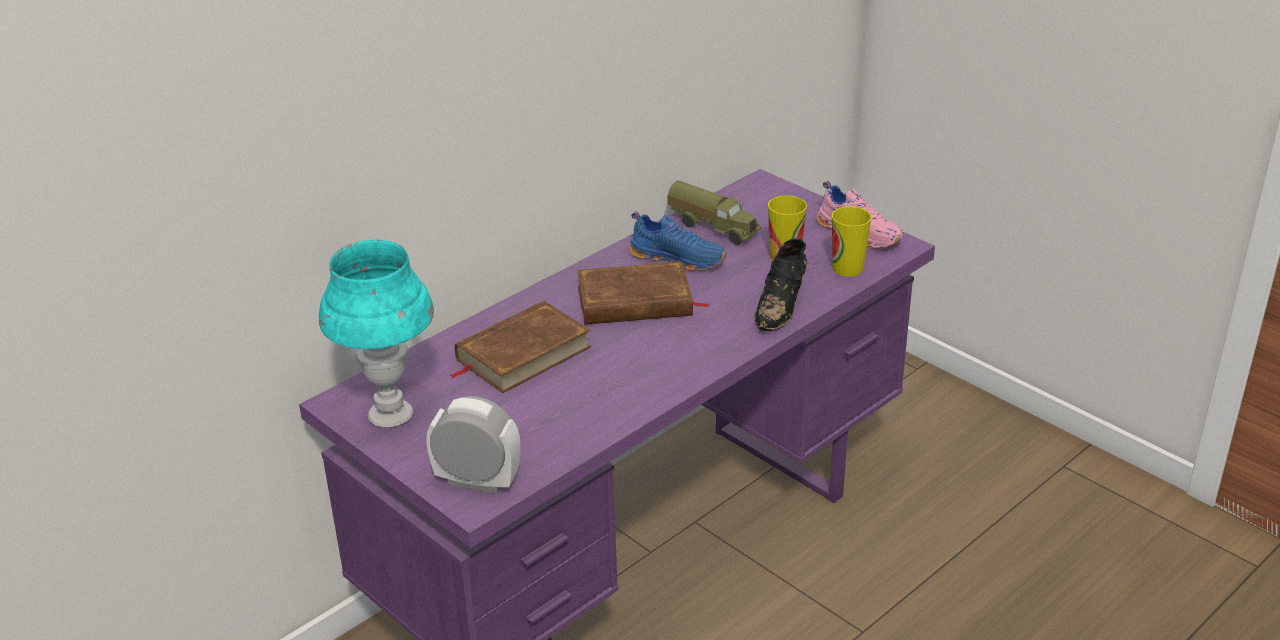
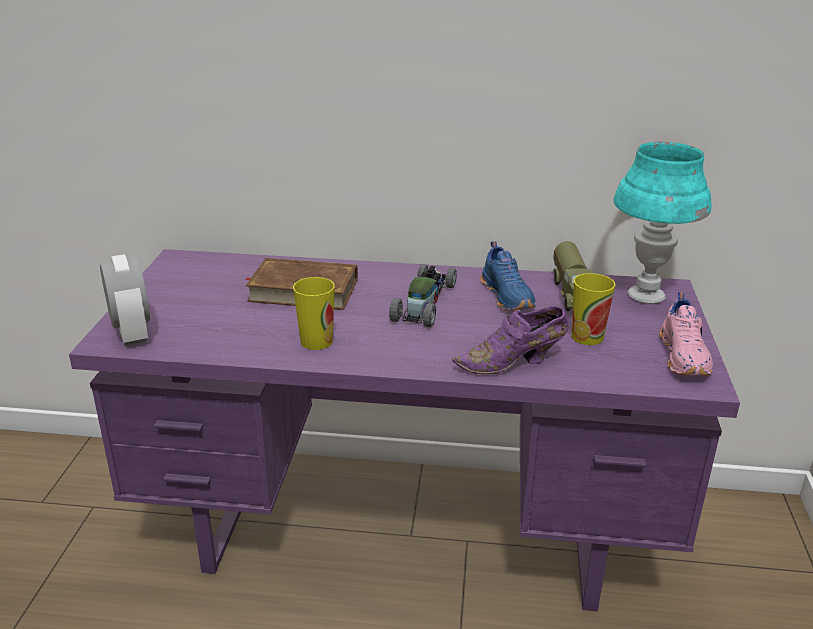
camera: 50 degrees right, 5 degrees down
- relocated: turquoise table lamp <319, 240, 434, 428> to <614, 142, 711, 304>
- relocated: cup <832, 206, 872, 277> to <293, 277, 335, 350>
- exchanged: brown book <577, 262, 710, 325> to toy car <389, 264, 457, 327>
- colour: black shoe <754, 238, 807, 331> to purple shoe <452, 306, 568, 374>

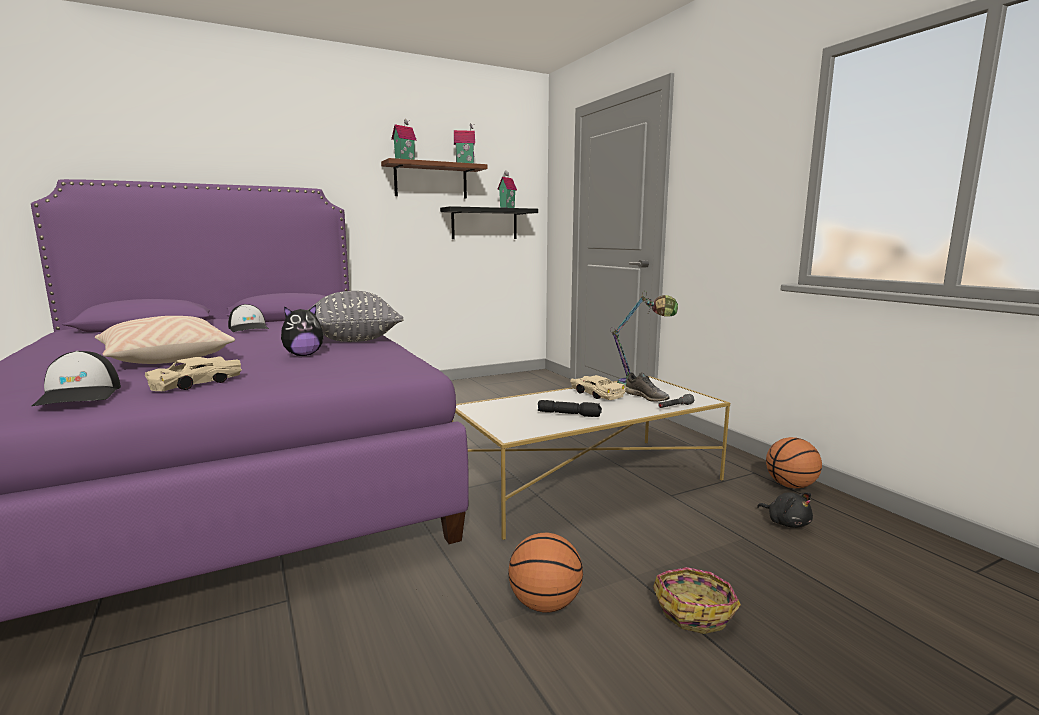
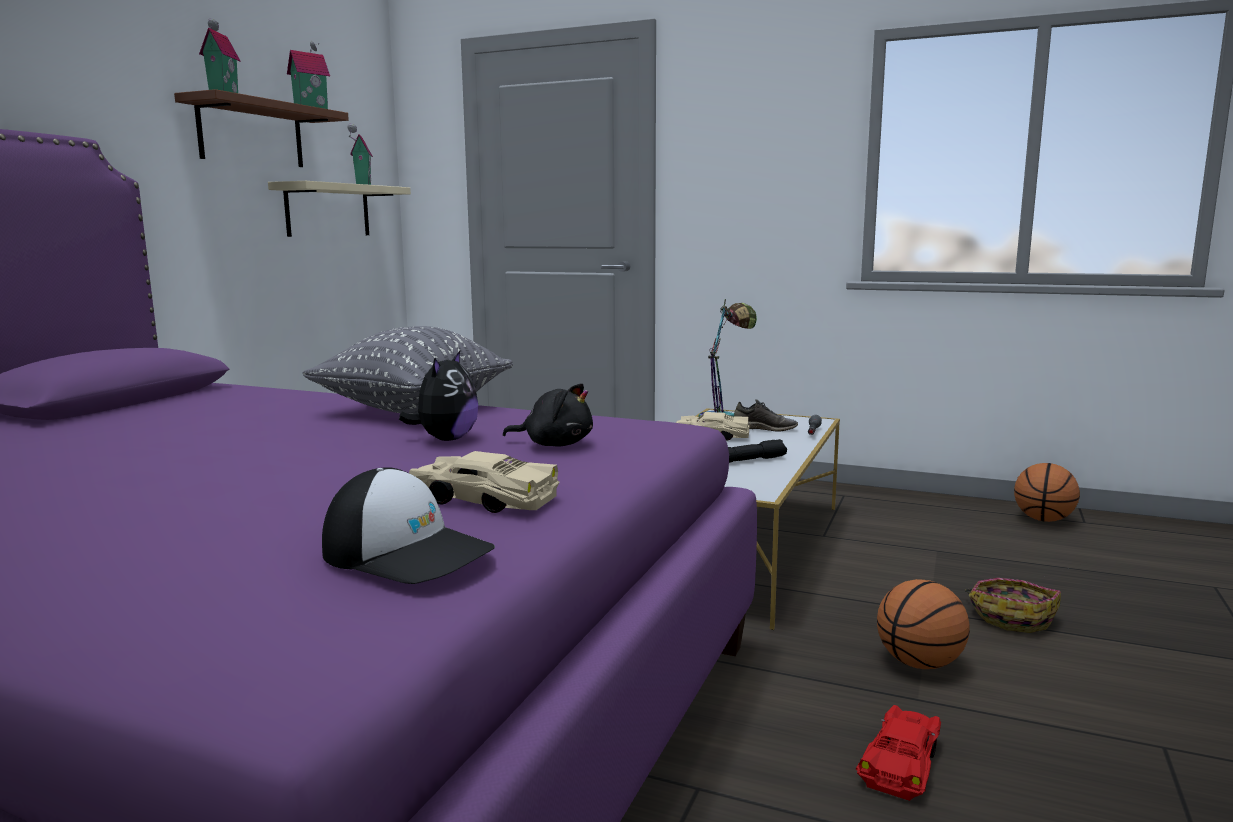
camera: 40 degrees left, 0 degrees up
- missing: beige pillow <95, 316, 235, 364>
- missing: cap <228, 304, 269, 332>
- appeared: red toy car <856, 705, 941, 801>
- relocated: black plush toy <757, 492, 813, 528> to <503, 383, 593, 447>
- relocated: basketball <766, 437, 822, 488> to <1014, 463, 1080, 522>
- colour: black shelf <440, 206, 538, 239> to beige shelf <268, 181, 411, 237>
- spun: beige toy car <145, 356, 242, 391> = <409, 451, 560, 513> 120 degrees clockwise

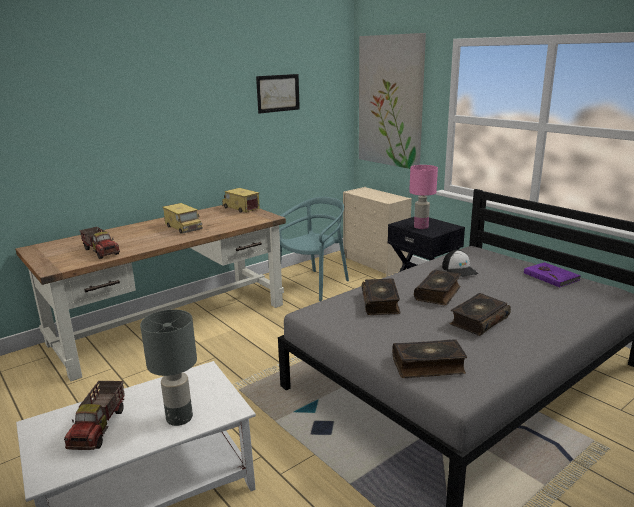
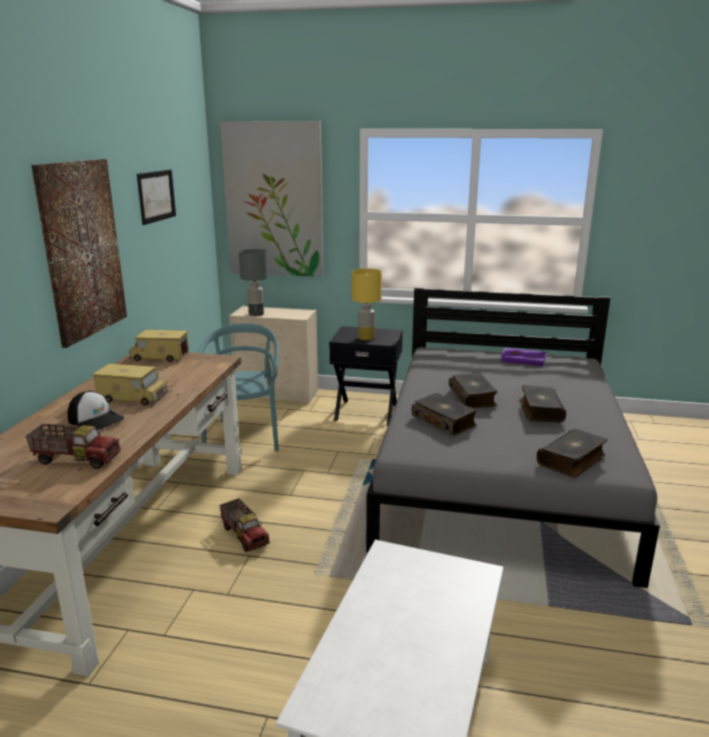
camera: 40 degrees left, 0 degrees up
- appeared: picture <31, 159, 127, 348>
- relocated: toy truck <64, 381, 125, 450> to <219, 498, 270, 552>
- relocated: grey table lamp <140, 309, 197, 426> to <239, 249, 268, 316>
- relocated: cap <442, 250, 479, 277> to <68, 391, 125, 430>
- colour: pink table lamp <409, 165, 438, 229> to yellow table lamp <352, 269, 382, 340>

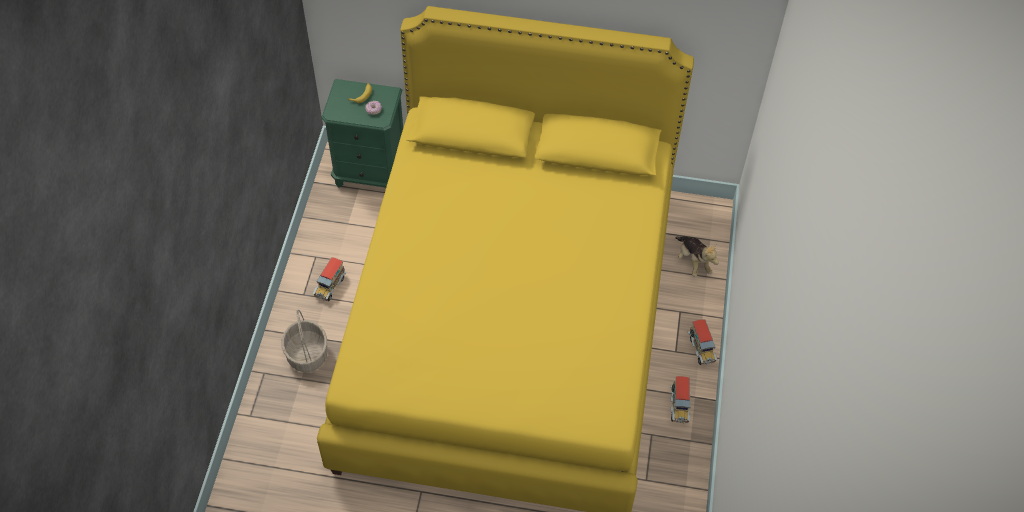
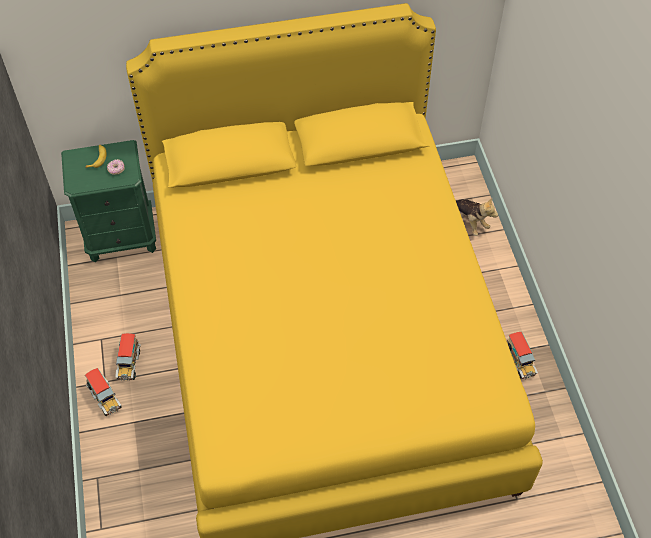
camera: 20 degrees left, 0 degrees up
- missing: basket <282, 310, 327, 372>
- relocated: toy truck <688, 320, 717, 365> to <85, 368, 122, 416>

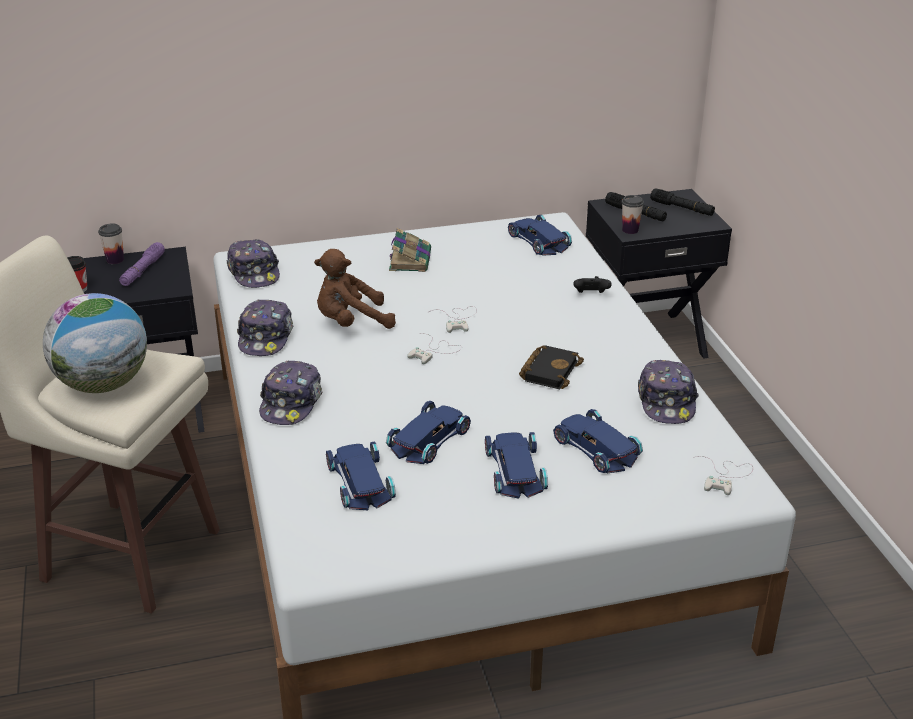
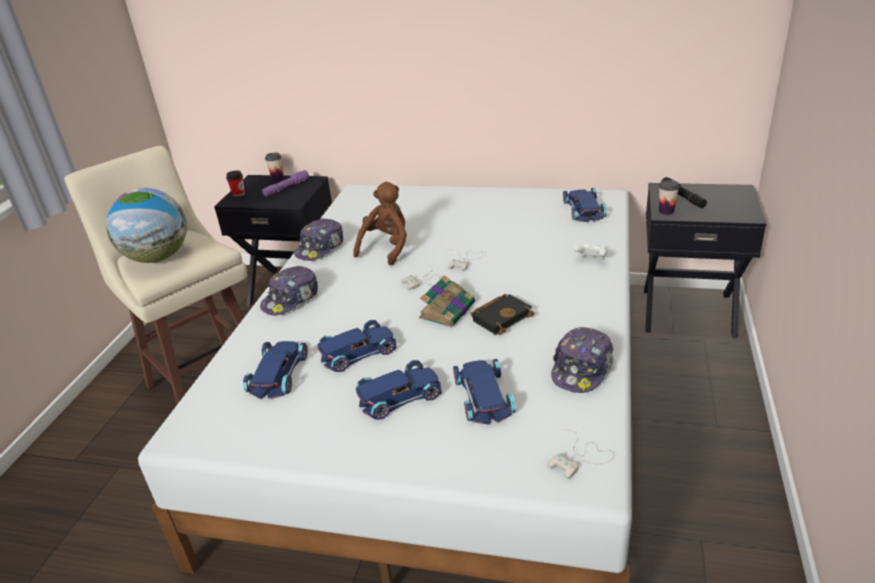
camera: 30 degrees right, 0 degrees up
- missing: cap <227, 239, 280, 288>
- missing: black flashlight <650, 189, 715, 216>
- relocated: book <389, 228, 431, 272> to <419, 275, 475, 327>
- colour: black game controller <573, 276, 612, 293> to white game controller <573, 244, 607, 260>
- spun: brown plush toy <314, 249, 396, 329> = <353, 182, 407, 266> 105 degrees clockwise
- spun: blue toy car <485, 432, 548, 499> = <356, 360, 442, 420> 45 degrees clockwise

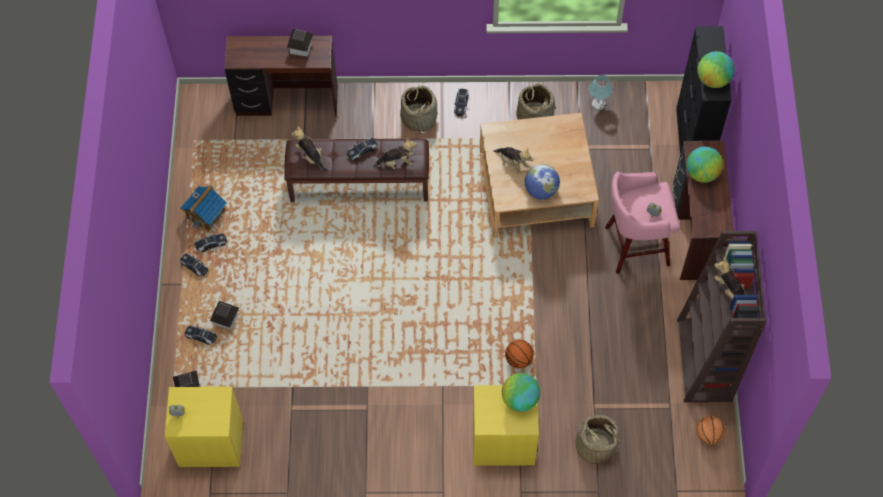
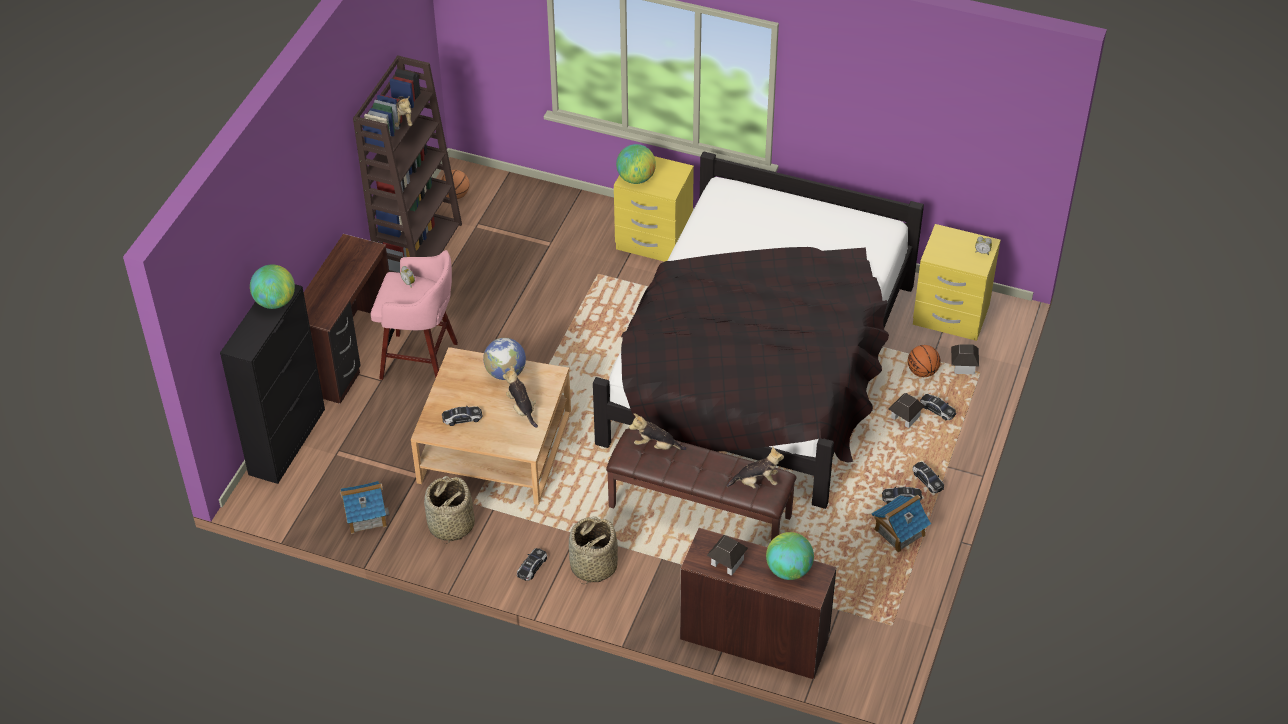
camera: 160 degrees left, 15 degrees down
- missing: basket <568, 415, 621, 464>
- appeared: black bed <593, 152, 924, 509>
- relocated: toy car <347, 138, 377, 161> to <442, 406, 482, 426>
- relocated: basketball <505, 340, 534, 369> to <908, 345, 940, 377>
- relocated: globe <686, 147, 723, 183> to <766, 532, 814, 580>
- exchanged: table lamp <589, 75, 613, 110> to toy house <340, 481, 390, 534>
- spun: plush toy <291, 126, 327, 171> = <727, 446, 784, 489> 75 degrees counterclockwise

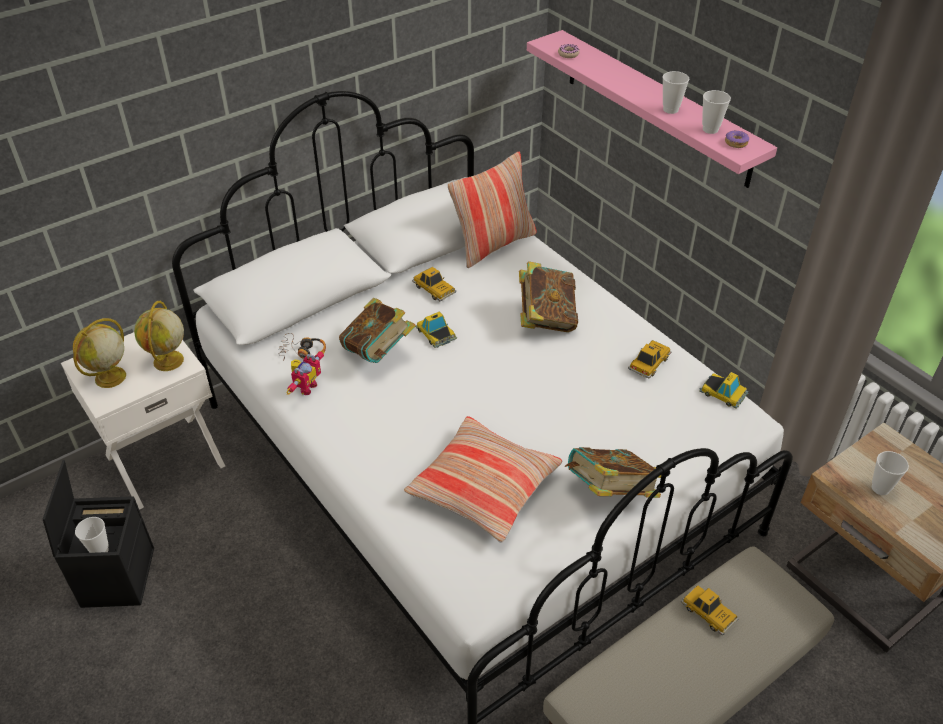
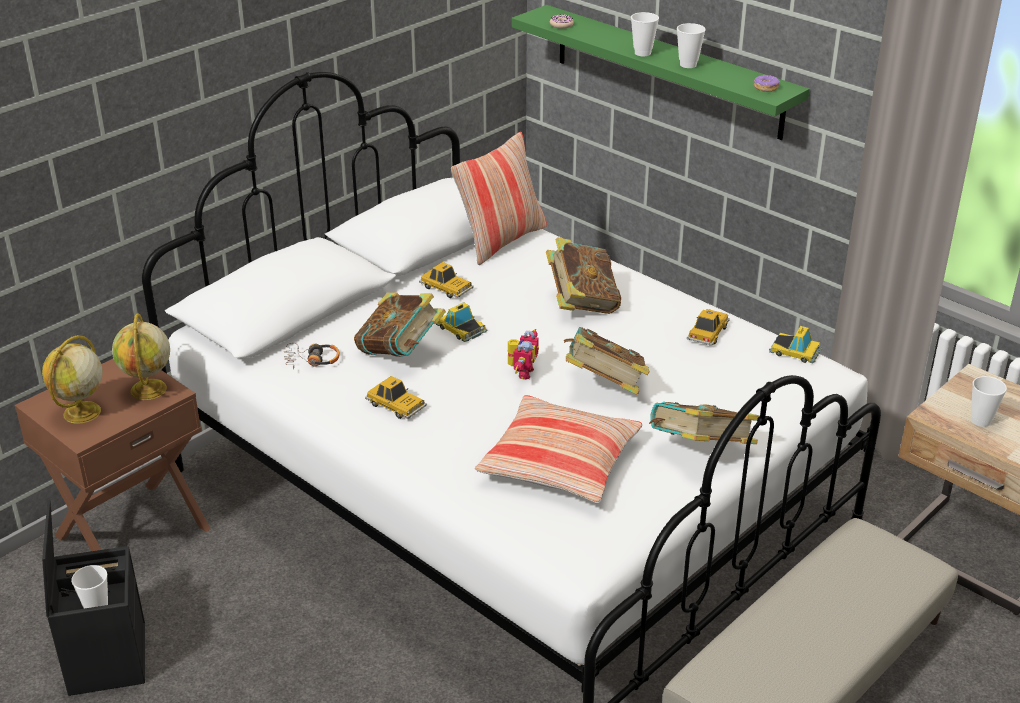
camera: 10 degrees left, 10 degrees down
- appeared: book <564, 327, 650, 395>
- relocated: toy robot <287, 349, 325, 395> to <508, 329, 539, 380>
- relocated: toy car <681, 585, 739, 635> to <365, 376, 427, 419>
- relocated: cup <702, 90, 731, 134> to <631, 12, 659, 56>
- colour: white nightstand <61, 332, 225, 510> to brown nightstand <15, 359, 210, 551>
- colour: pink shelf <527, 30, 777, 188> to green shelf <512, 5, 809, 140>

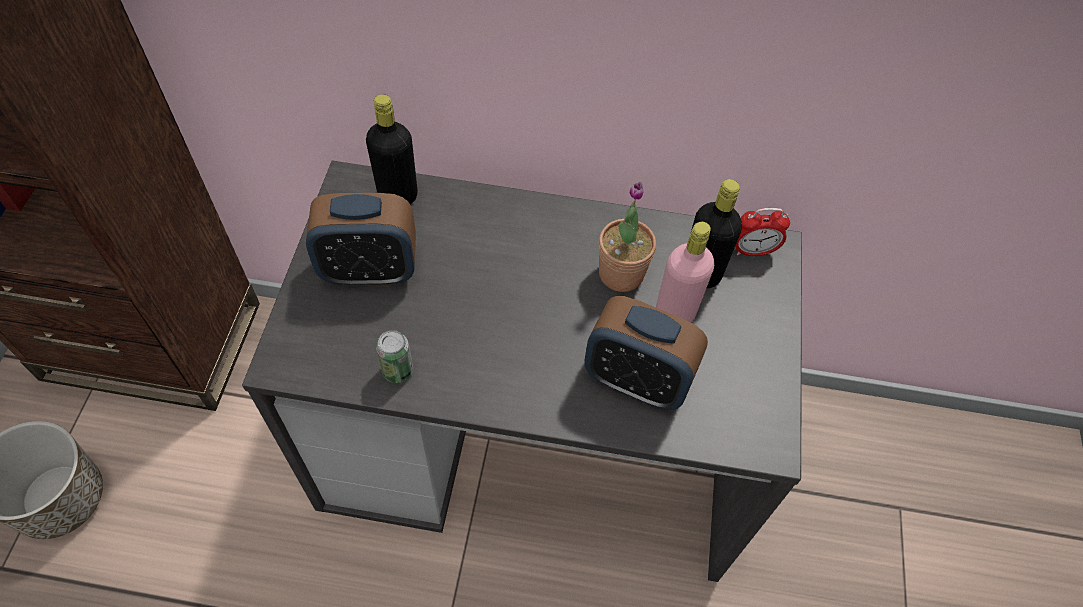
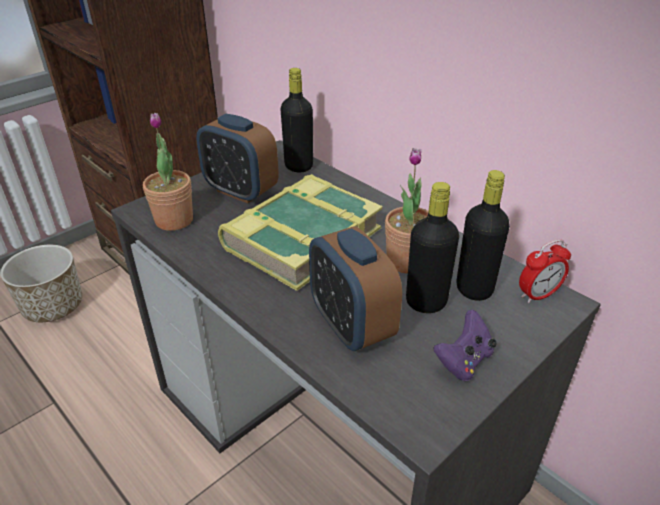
camera: 40 degrees right, 20 degrees down
- missing: can <376, 330, 413, 383>
- appeared: potted plant <143, 113, 193, 231>
- appeared: book <218, 174, 383, 291>
- appeared: purple game controller <434, 310, 497, 381>
- colour: pink bottle <656, 222, 714, 323> to black bottle <406, 182, 459, 313>
- spun: alarm clock <735, 208, 790, 256> = <519, 239, 571, 303> 60 degrees counterclockwise

